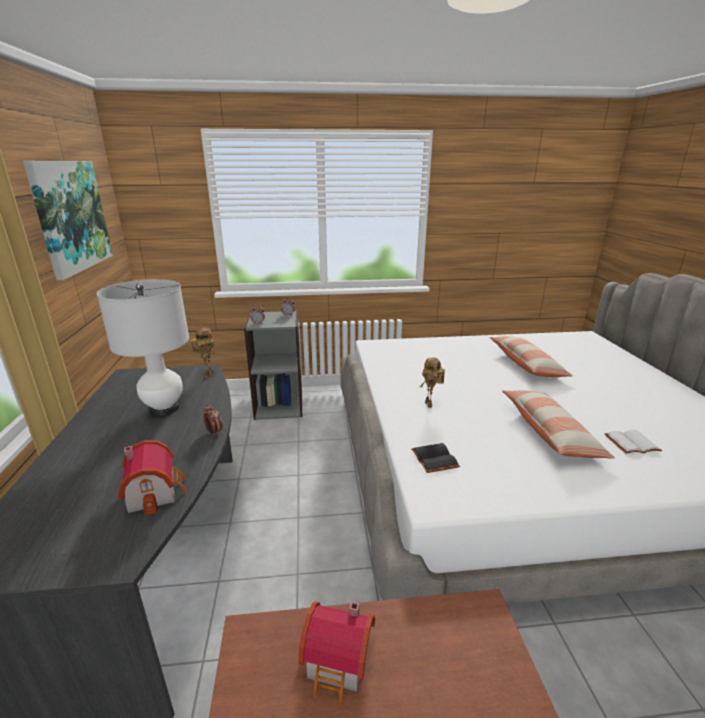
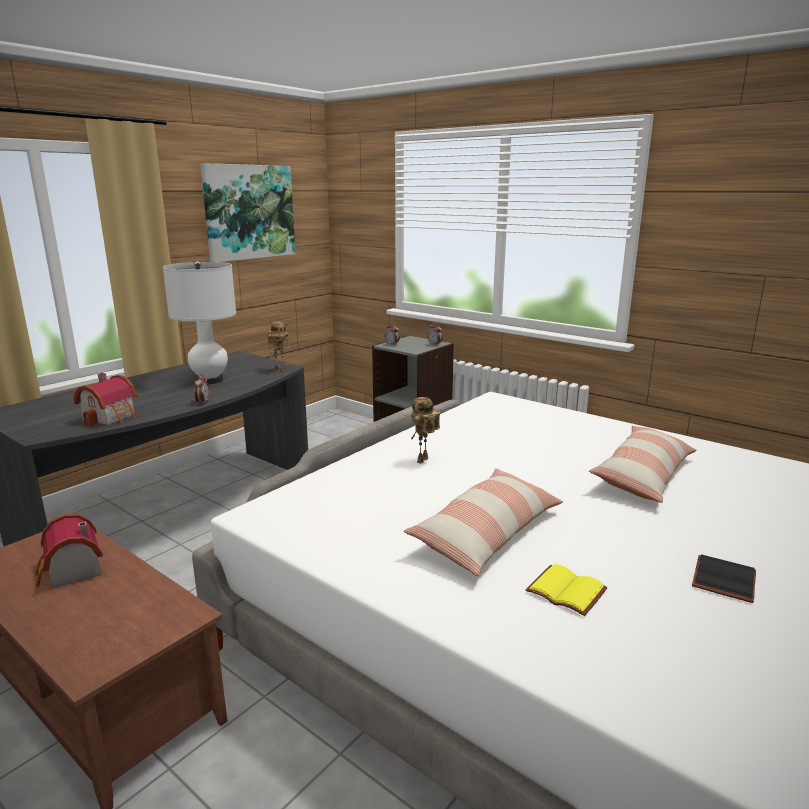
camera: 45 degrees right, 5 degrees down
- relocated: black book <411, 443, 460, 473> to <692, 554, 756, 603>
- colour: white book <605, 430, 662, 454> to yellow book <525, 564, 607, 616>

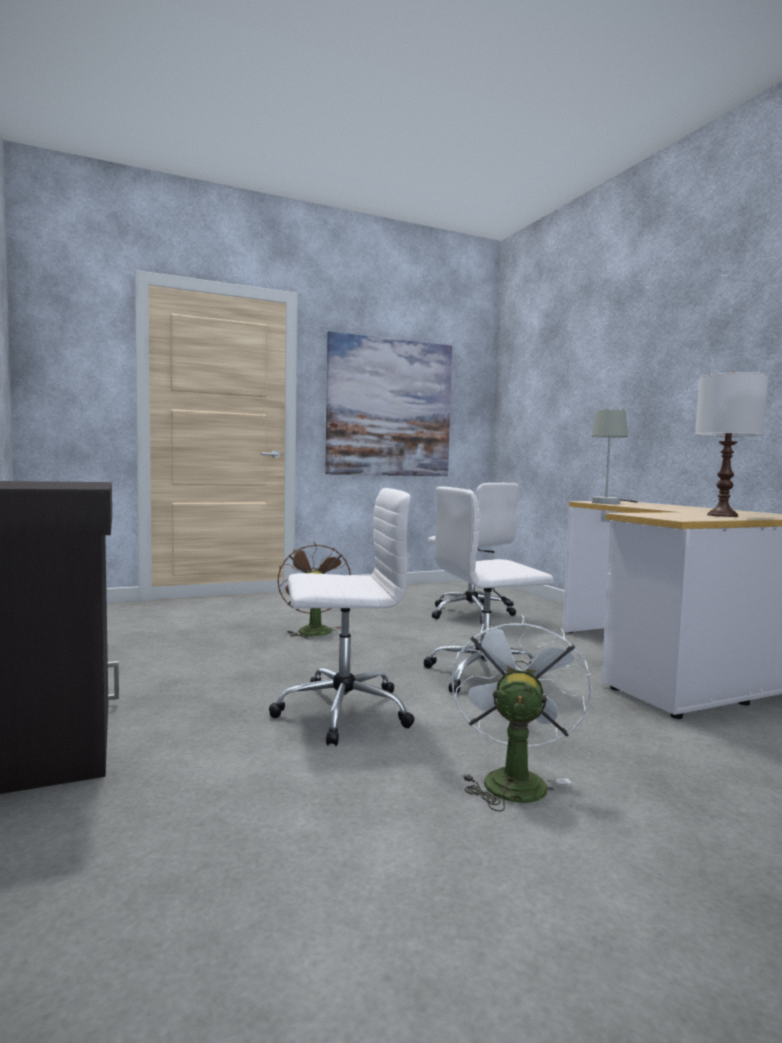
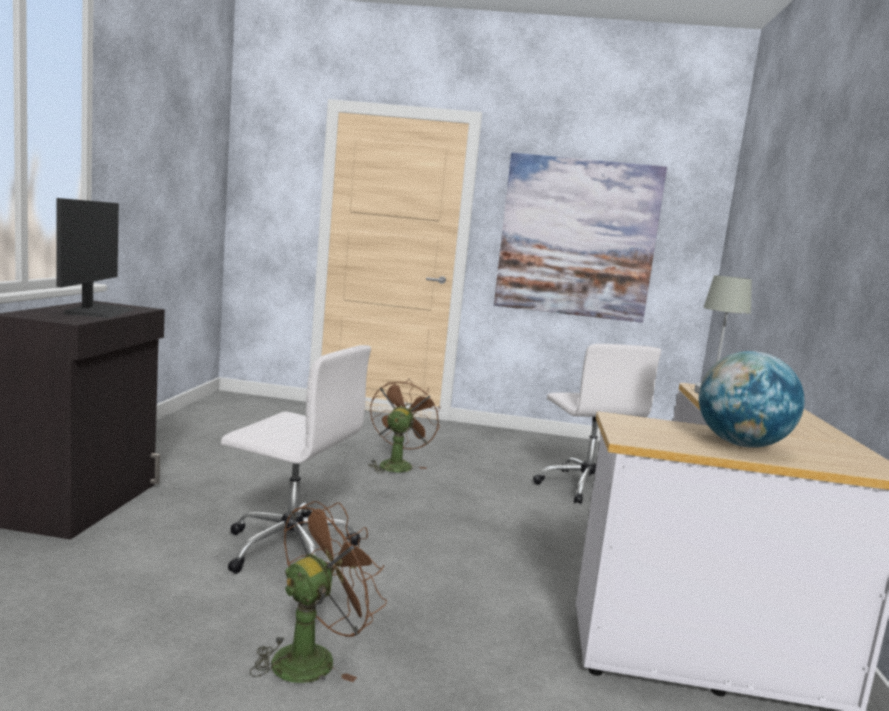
camera: 30 degrees right, 5 degrees up
- missing: white office chair <423, 487, 554, 694>
- appeared: monitor <57, 198, 135, 318>
- exchanged: white table lamp <695, 371, 768, 517> to globe <699, 351, 804, 448>
- colour: white fan <451, 614, 592, 812> to brown fan <250, 501, 387, 683>

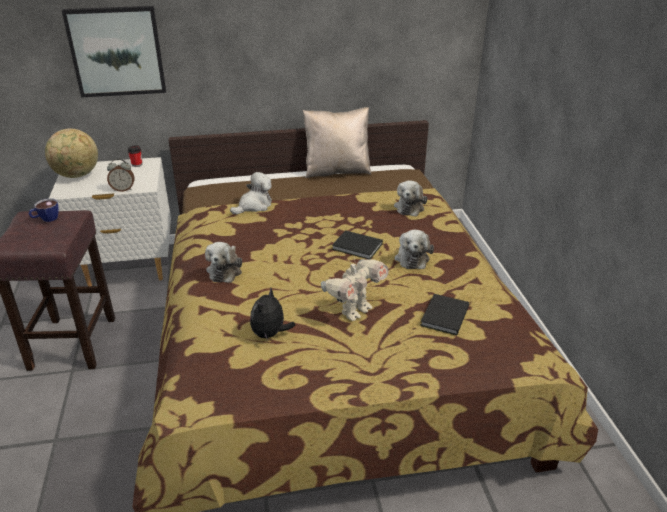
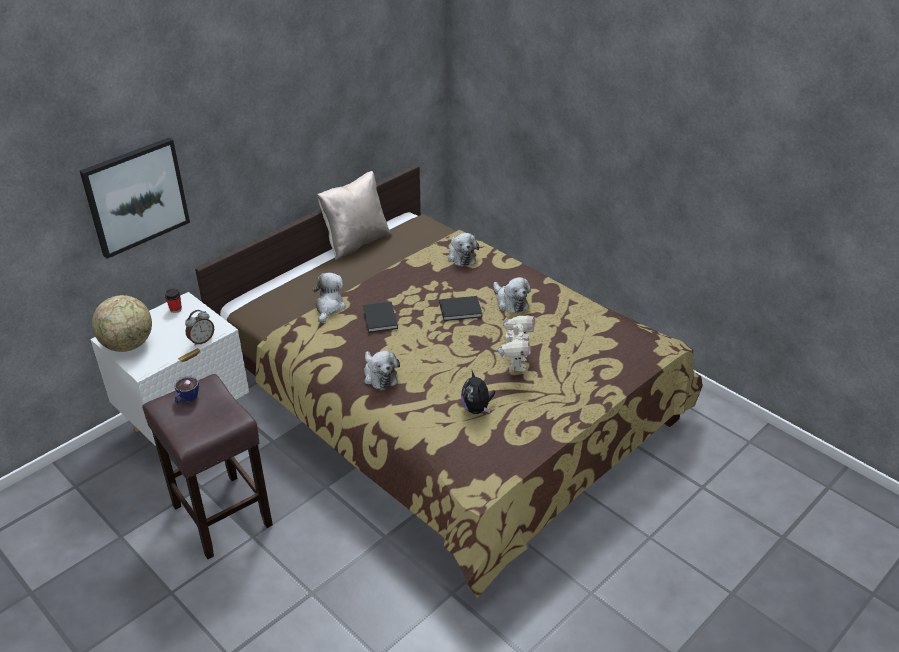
camera: 35 degrees left, 5 degrees up
- relocated: black book <420, 294, 469, 336> to <363, 302, 398, 333>

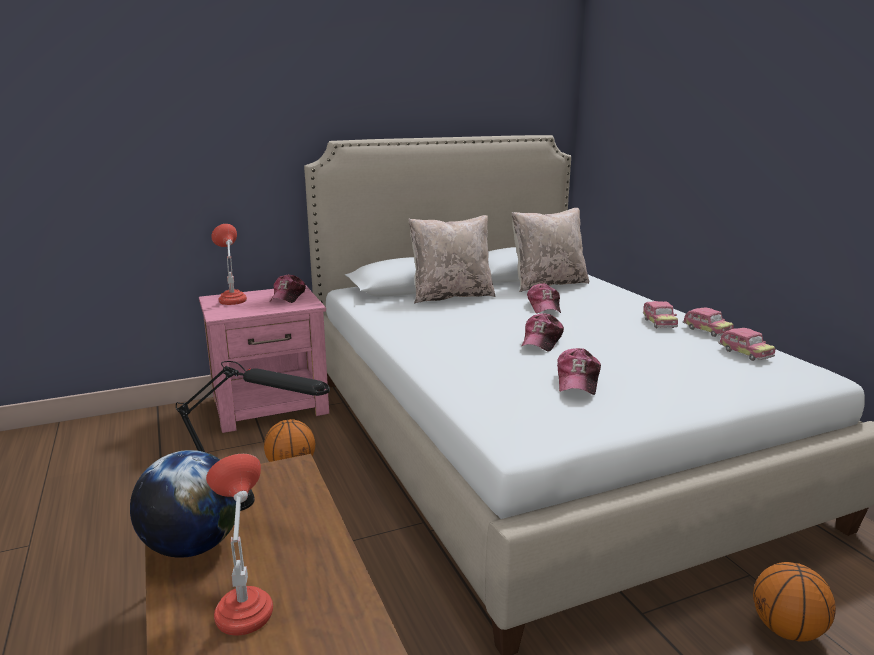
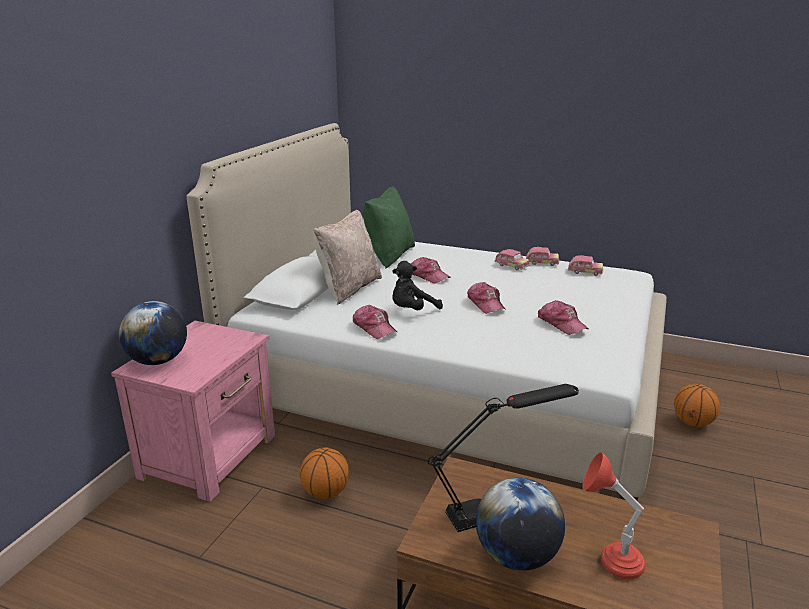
camera: 45 degrees left, 5 degrees up
- appeared: black plush toy <392, 261, 443, 310>
- relocated: cap <270, 274, 306, 303> to <353, 305, 398, 339>
- exchanged: red table lamp <211, 224, 247, 305> to globe <119, 301, 187, 365>
- colour: beige pillow <512, 208, 589, 292> to green pillow <363, 186, 415, 269>

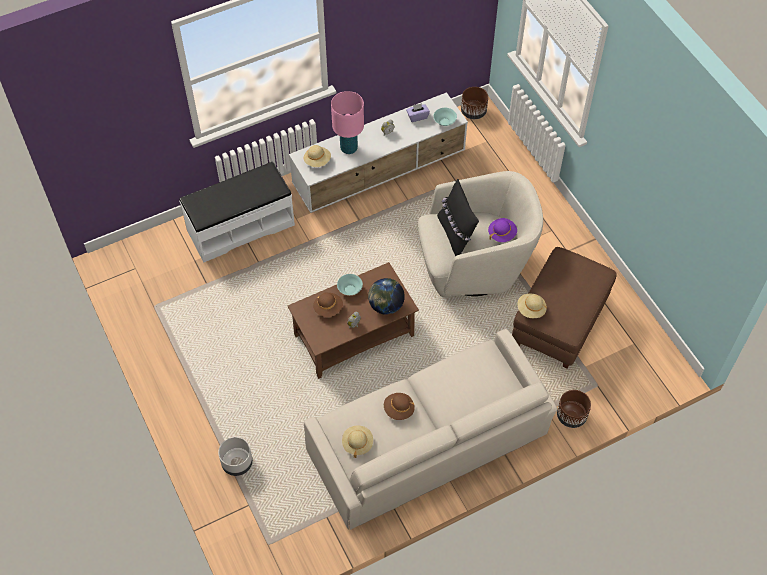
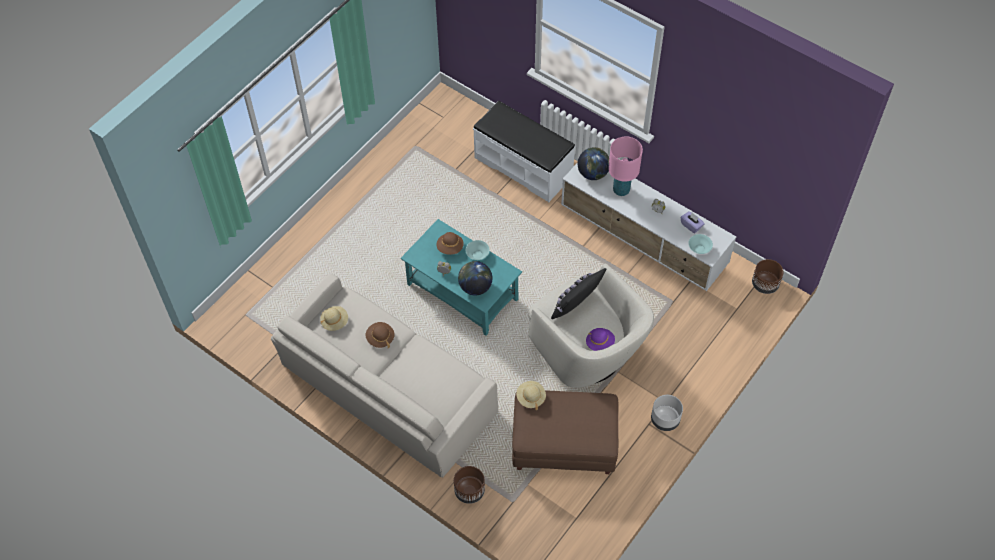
camera: 65 degrees right, 0 degrees up
- relocated: grey planter <218, 437, 253, 476> to <651, 395, 683, 431>
- exchanged: beige hat <304, 145, 331, 167> to globe <578, 147, 609, 180>
- colour: brown coffee table <287, 262, 419, 379> to turquoise coffee table <401, 219, 522, 336>

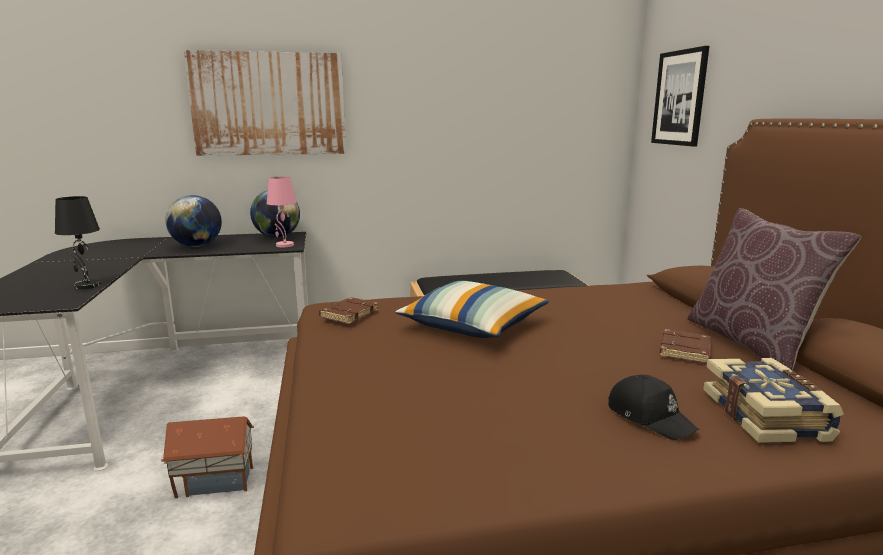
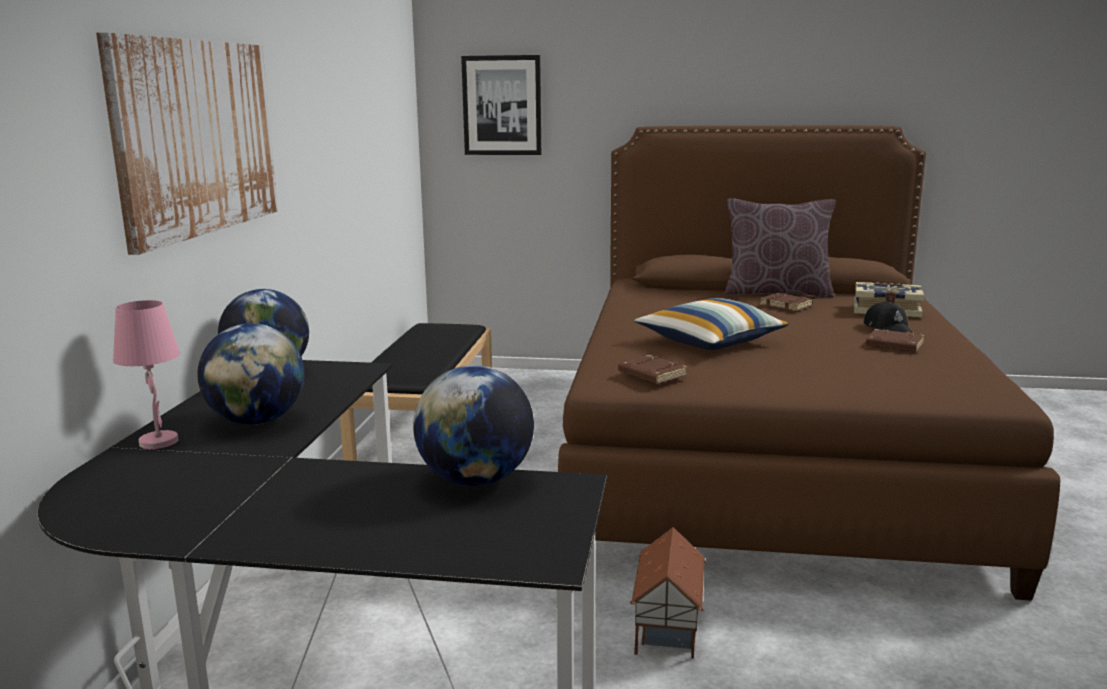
camera: 70 degrees left, 0 degrees up
- appeared: brown book <866, 329, 925, 352>
- relocated: pink table lamp <266, 177, 297, 247> to <113, 300, 180, 449>
- exchanged: black table lamp <55, 196, 101, 289> to globe <413, 365, 534, 486>
- spun: black cap <608, 375, 699, 440> = <864, 301, 912, 332> 90 degrees clockwise

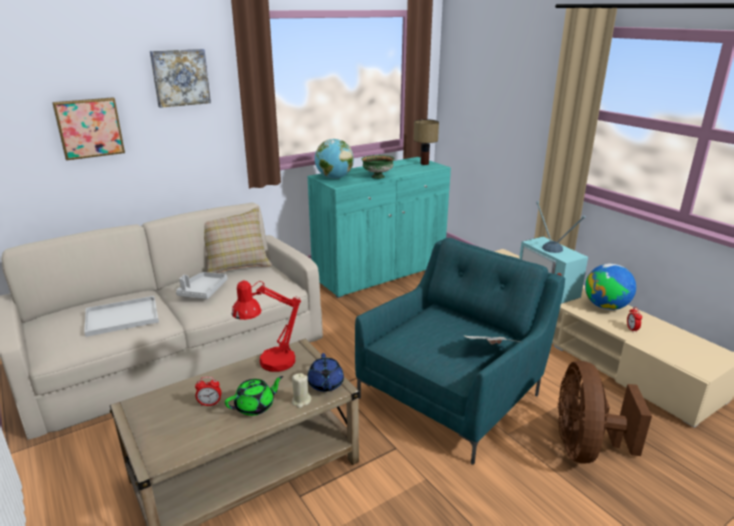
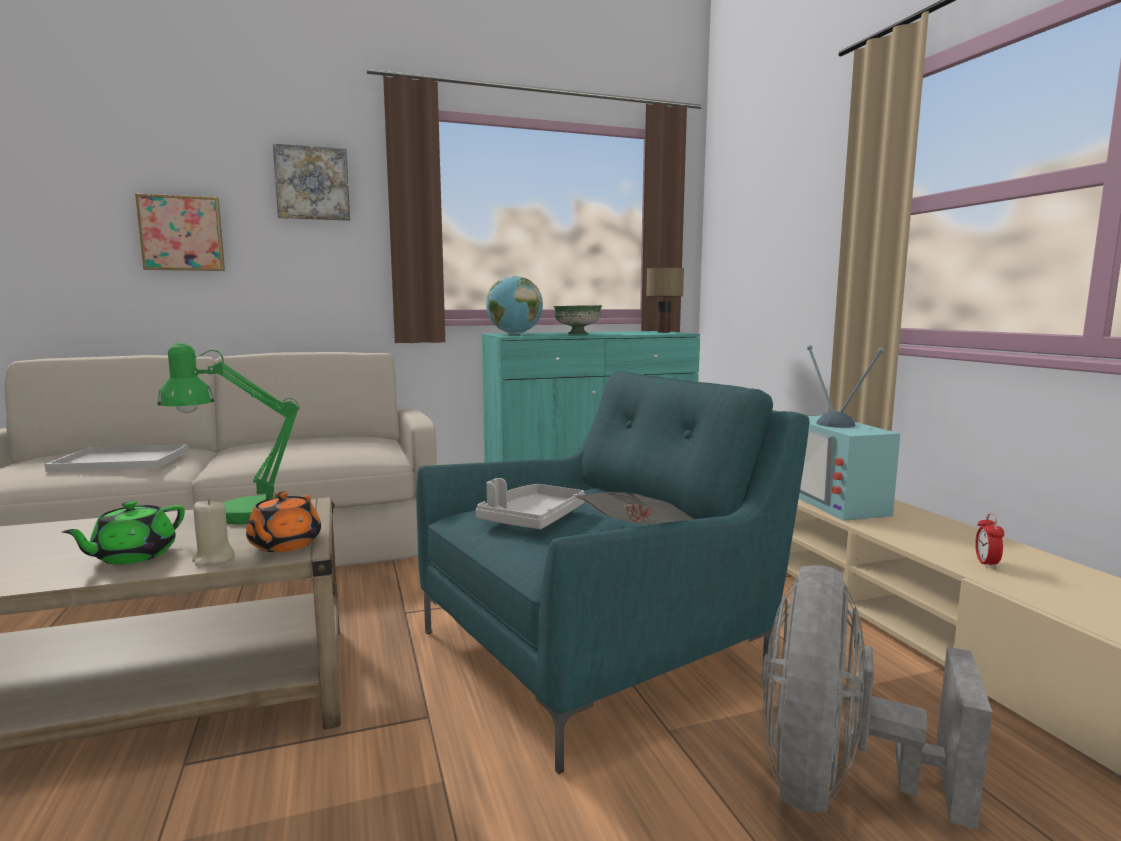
camera: 15 degrees right, 15 degrees down
- missing: alarm clock <195, 377, 221, 406>
- missing: beige pillow <204, 206, 272, 273>
- missing: globe <585, 263, 636, 310>
- relocated: grey tray <176, 272, 227, 299> to <475, 478, 586, 529>
- colour: red table lamp <232, 281, 301, 372> to green table lamp <157, 343, 300, 525>
- colour: blue teapot <307, 353, 344, 392> to orange teapot <246, 491, 321, 552>
- colour: brown fan <558, 361, 652, 463> to grey fan <762, 565, 992, 830>
- spun: green teapot <225, 376, 283, 416> = <62, 500, 185, 565> 135 degrees clockwise

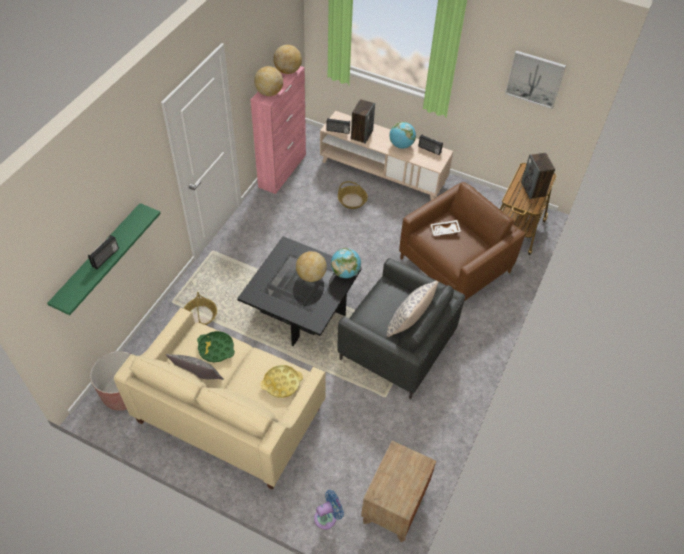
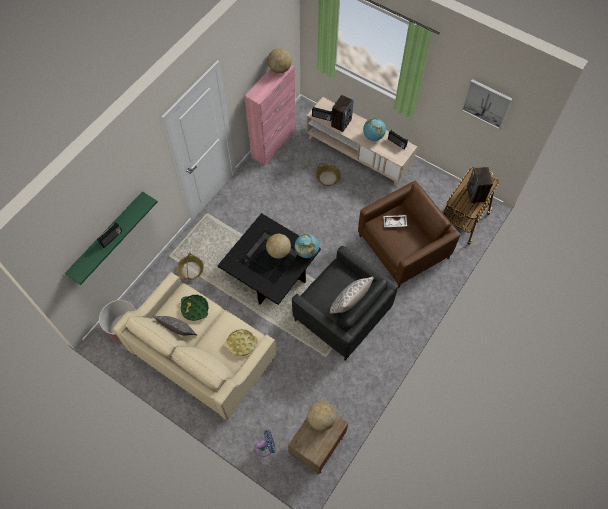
camera: 10 degrees right, 10 degrees up
- relocated: globe <254, 66, 283, 96> to <307, 401, 336, 431>

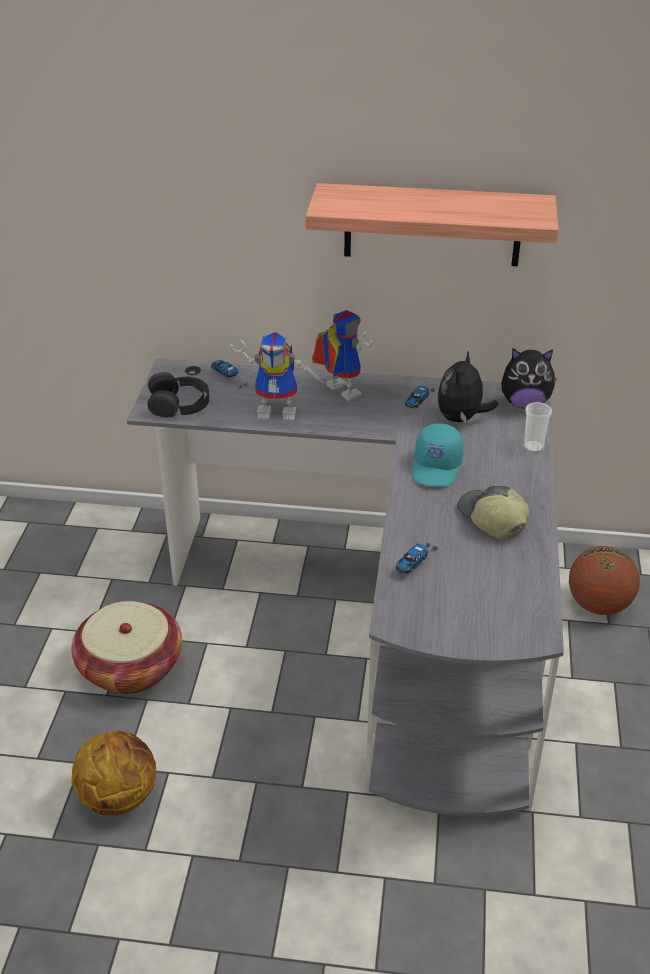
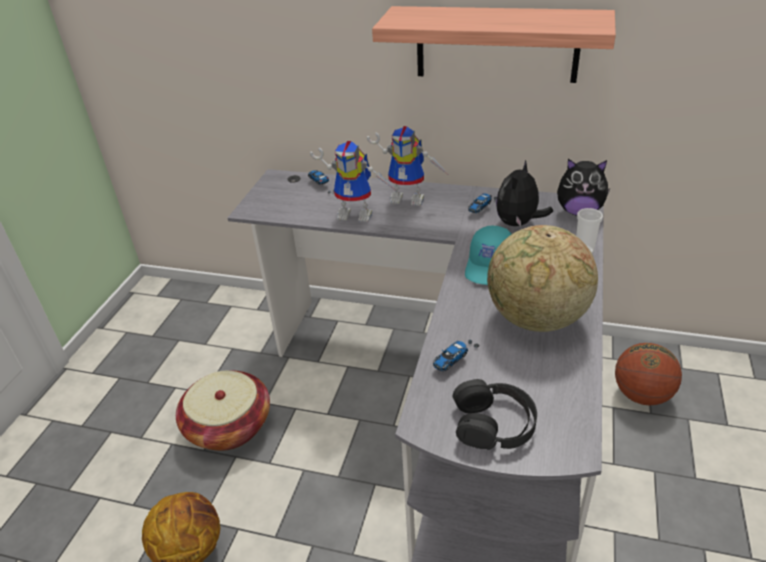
camera: 10 degrees right, 0 degrees up
- relocated: black headphones <147, 372, 209, 418> to <453, 379, 537, 450>
- exchanged: cap <457, 486, 529, 539> to globe <487, 225, 598, 332>
- spun: toy robot <312, 310, 373, 401> = <367, 126, 448, 206> 135 degrees clockwise

